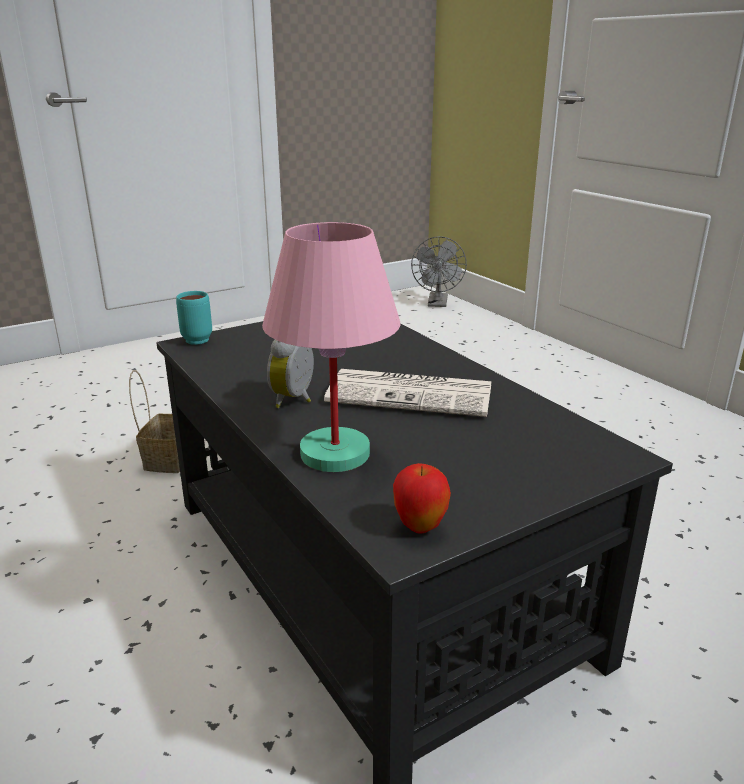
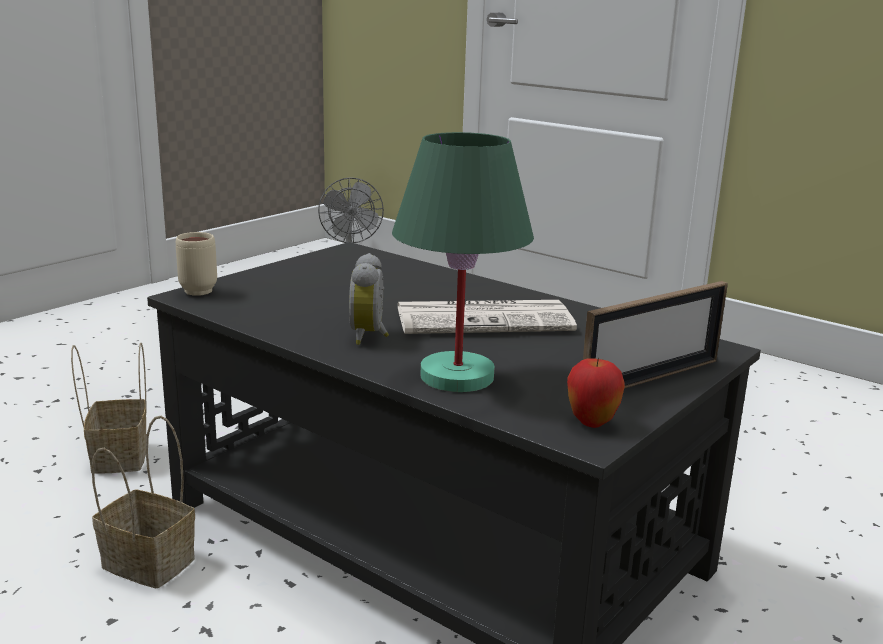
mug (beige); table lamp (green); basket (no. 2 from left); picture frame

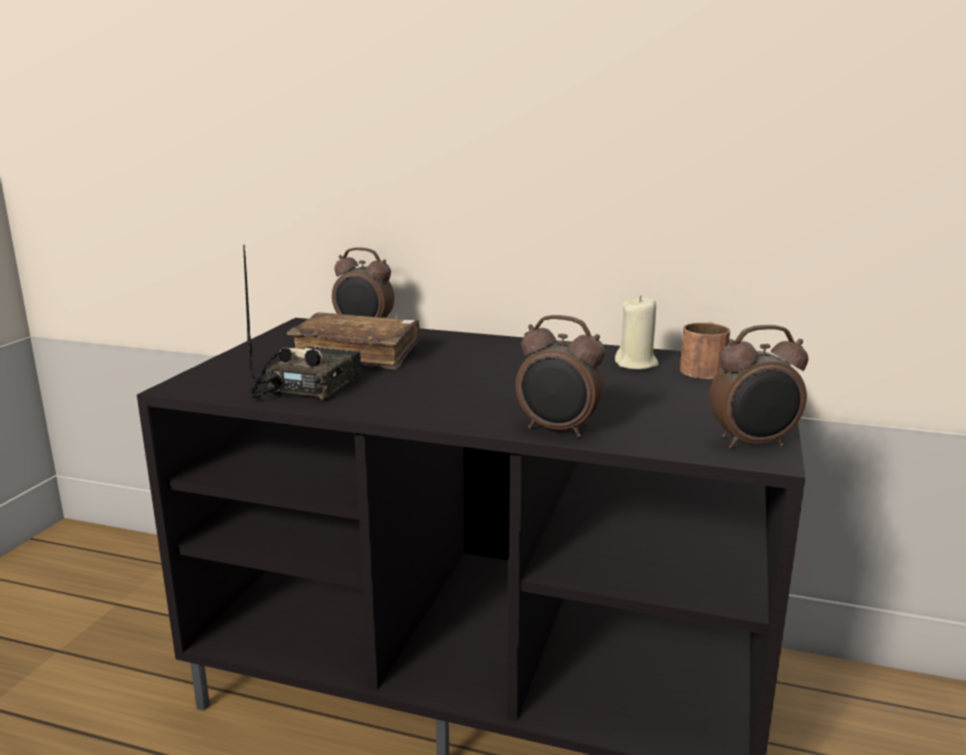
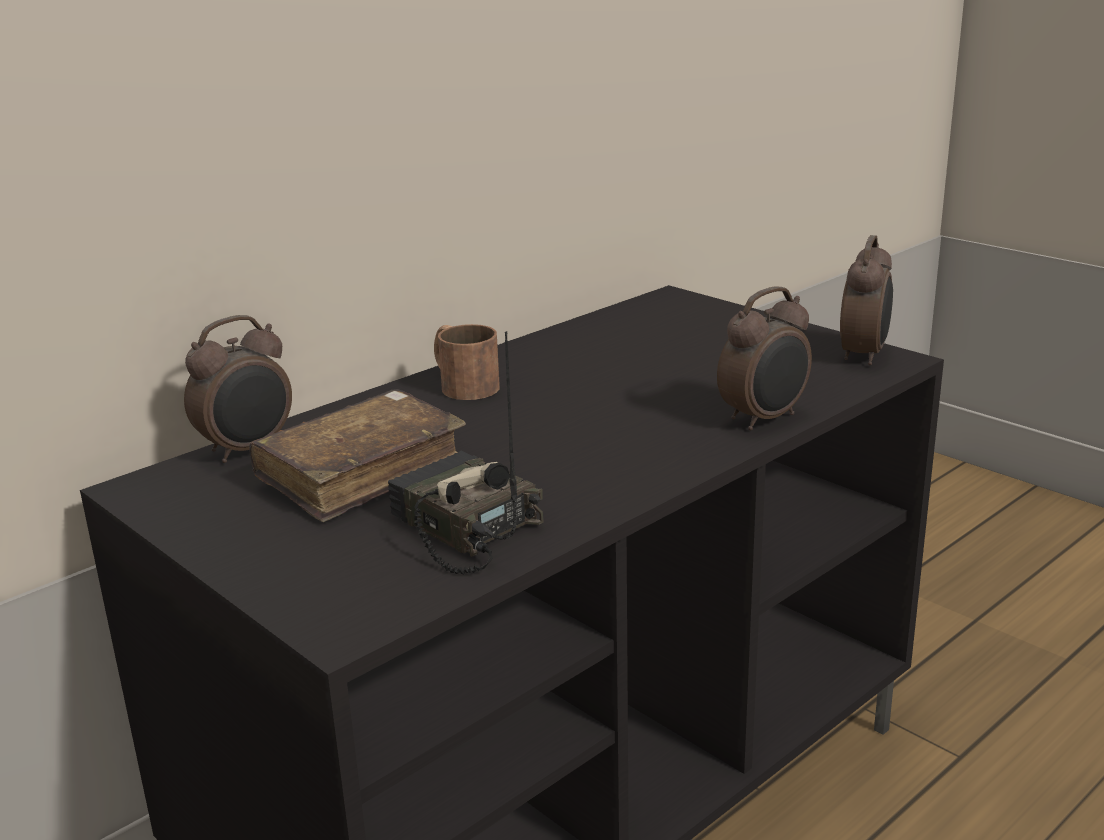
candle (beige); mug (brown)

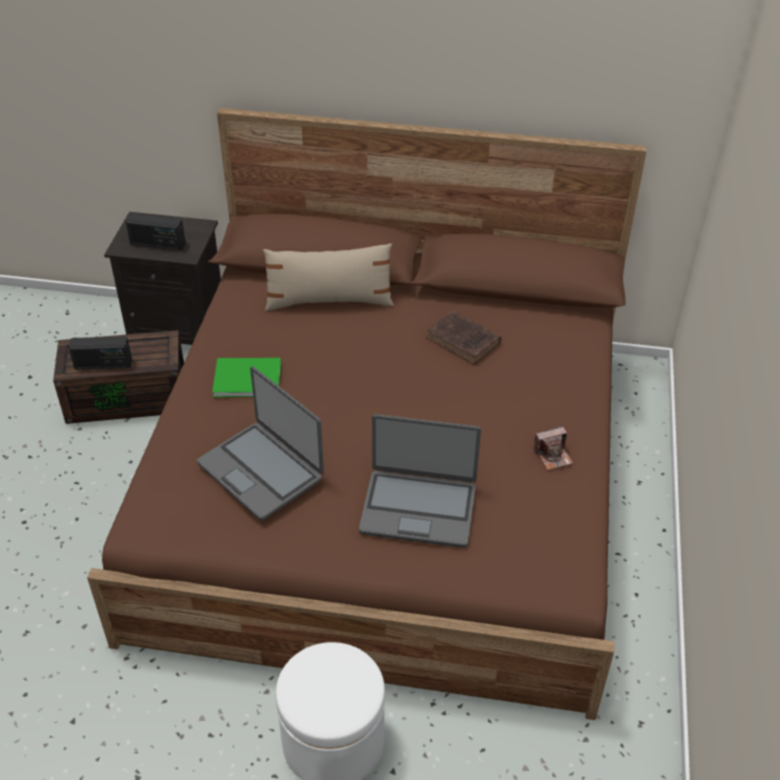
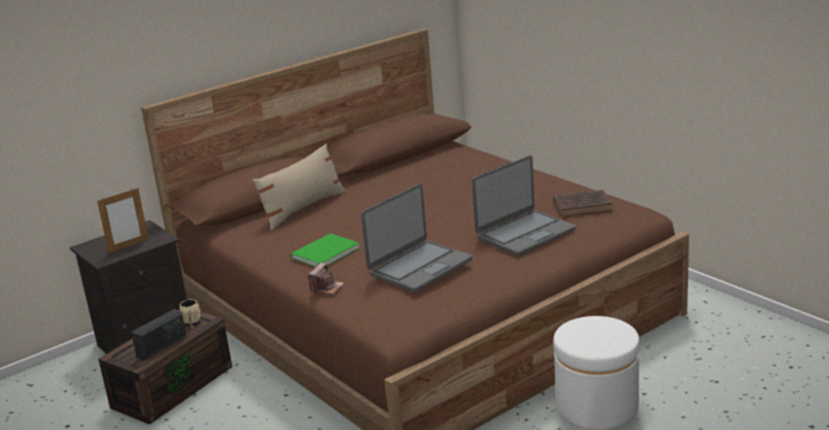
picture frame; laptop (no. 1 from left); book (brown); photo camera; mug (beige)

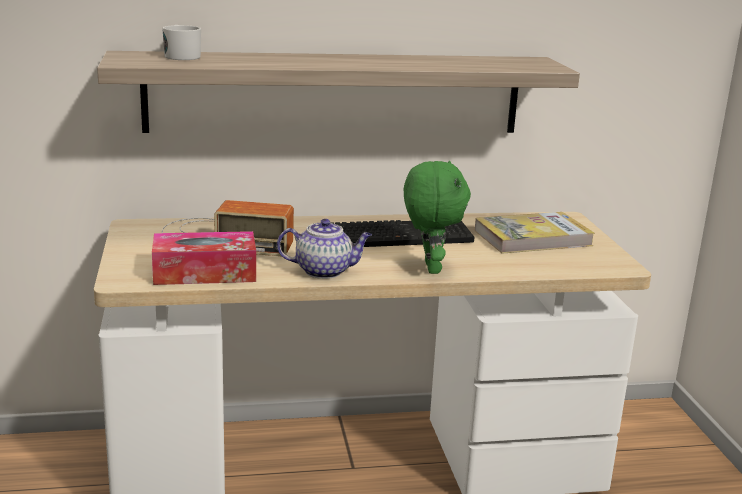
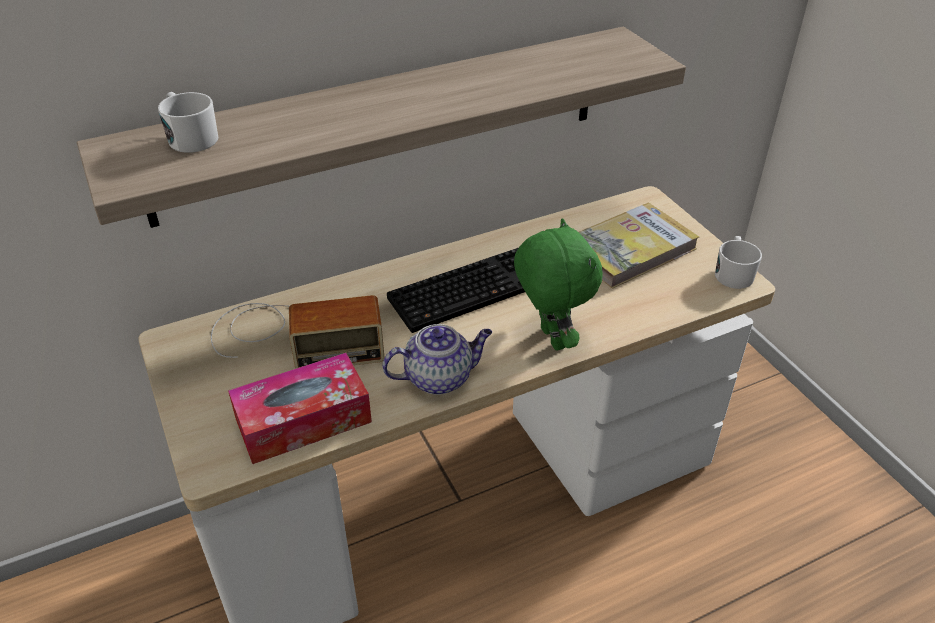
mug (white) (no. 2 from left)

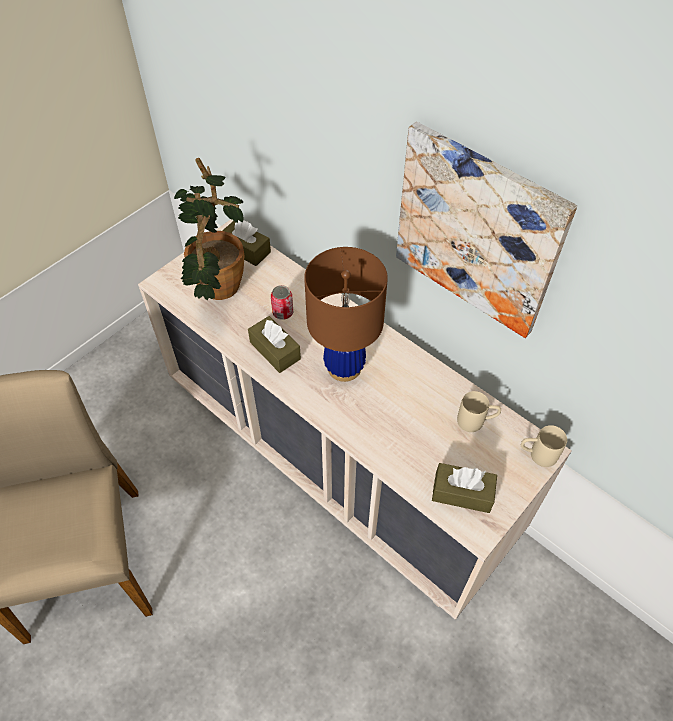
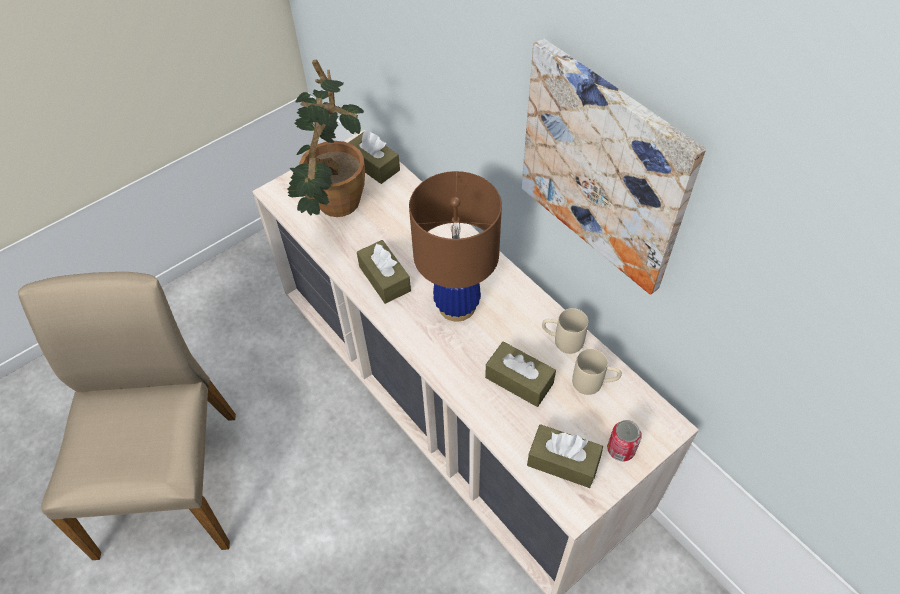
can; mug (beige) (no. 1 from left); tissue box (brown) (no. 3 from left)

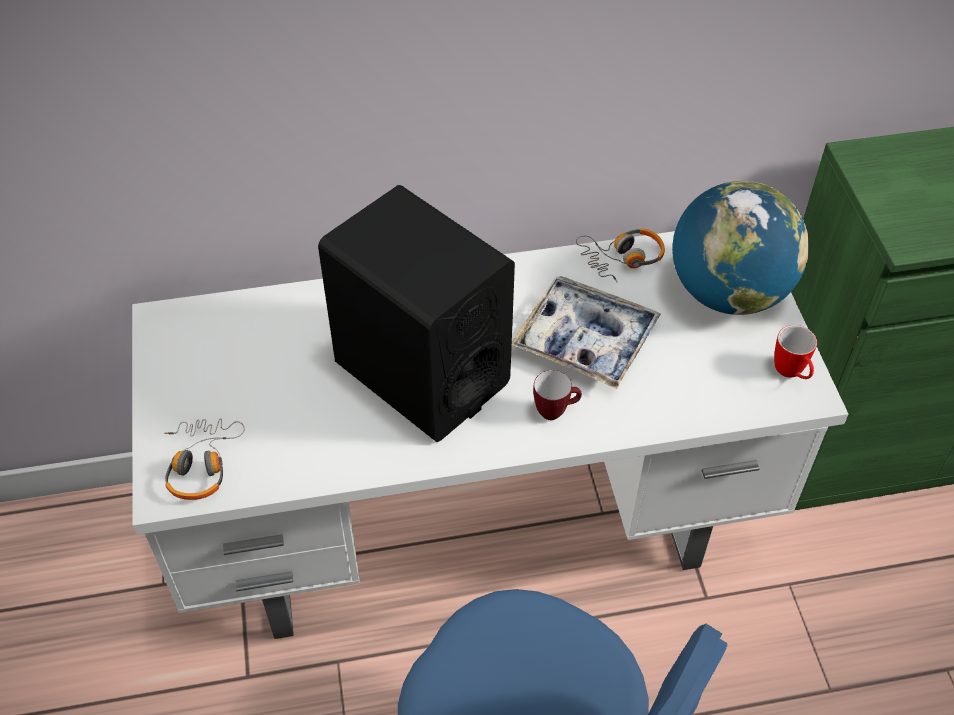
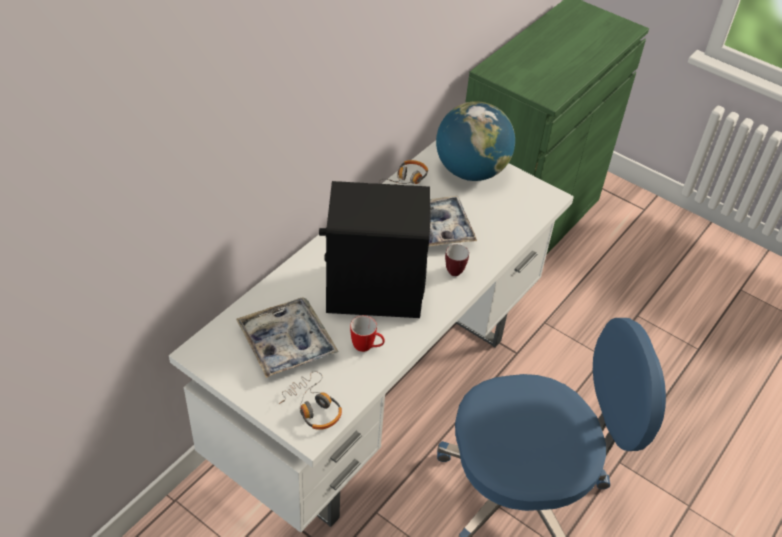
mug (no. 1 from left); tray (no. 1 from left)

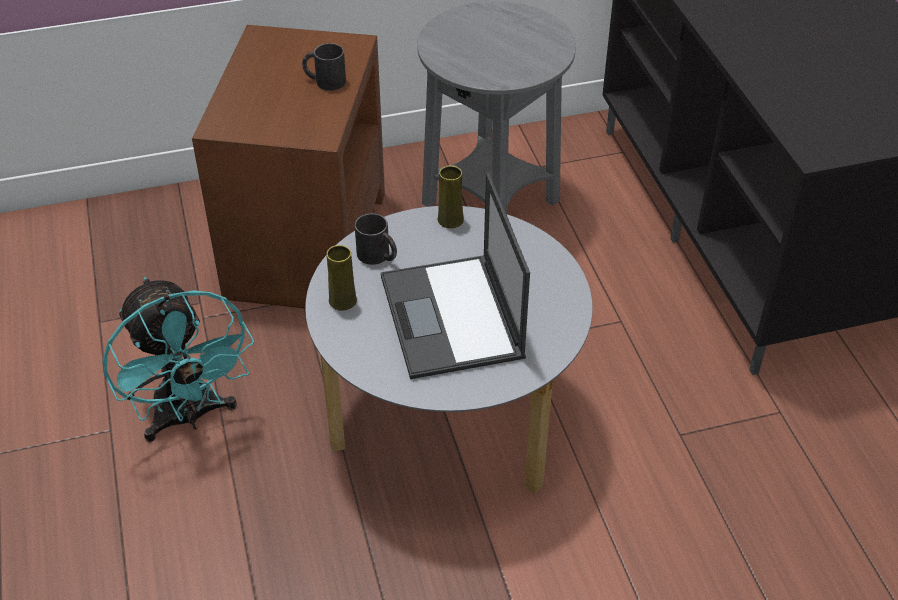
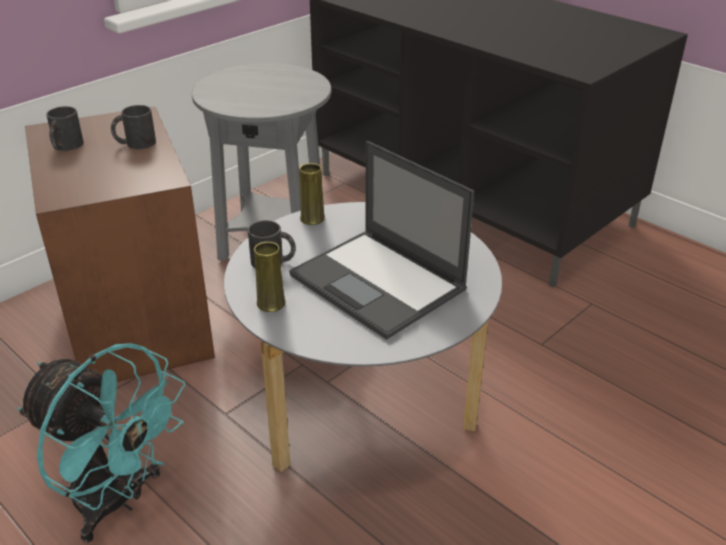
mug (black) (no. 1 from left)

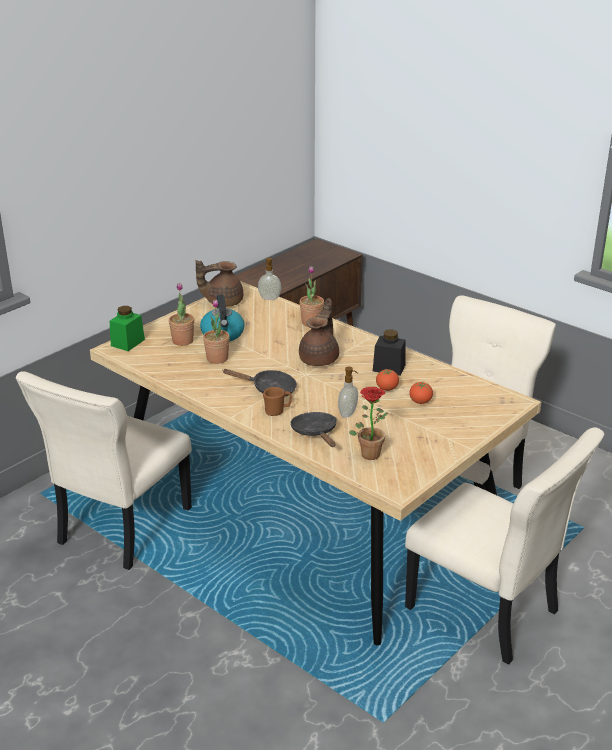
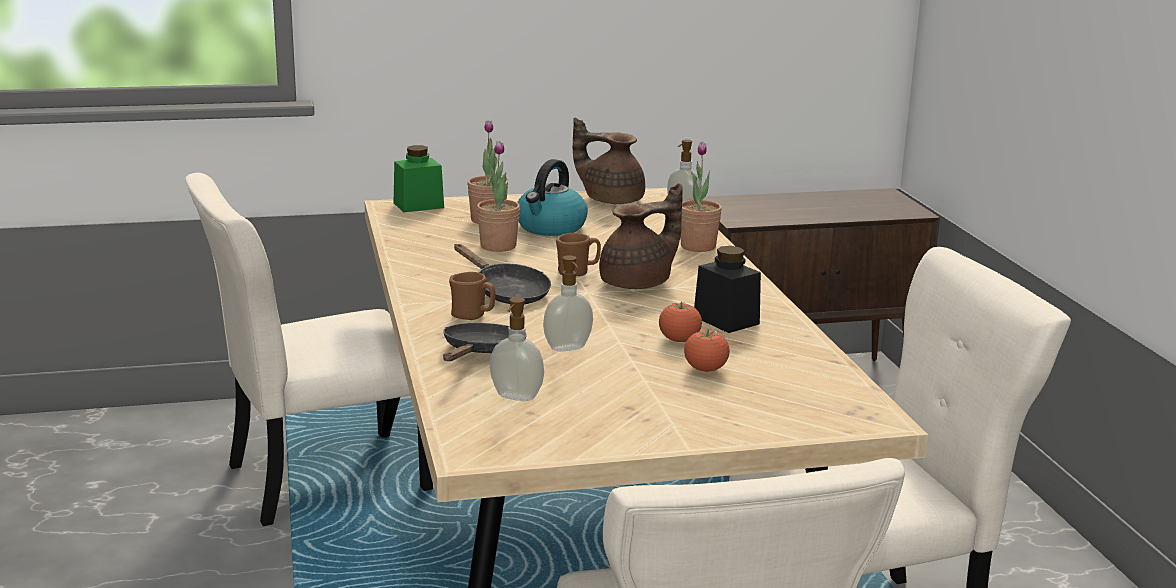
soap dispenser (no. 1 from left); mug (brown) (no. 2 from left)

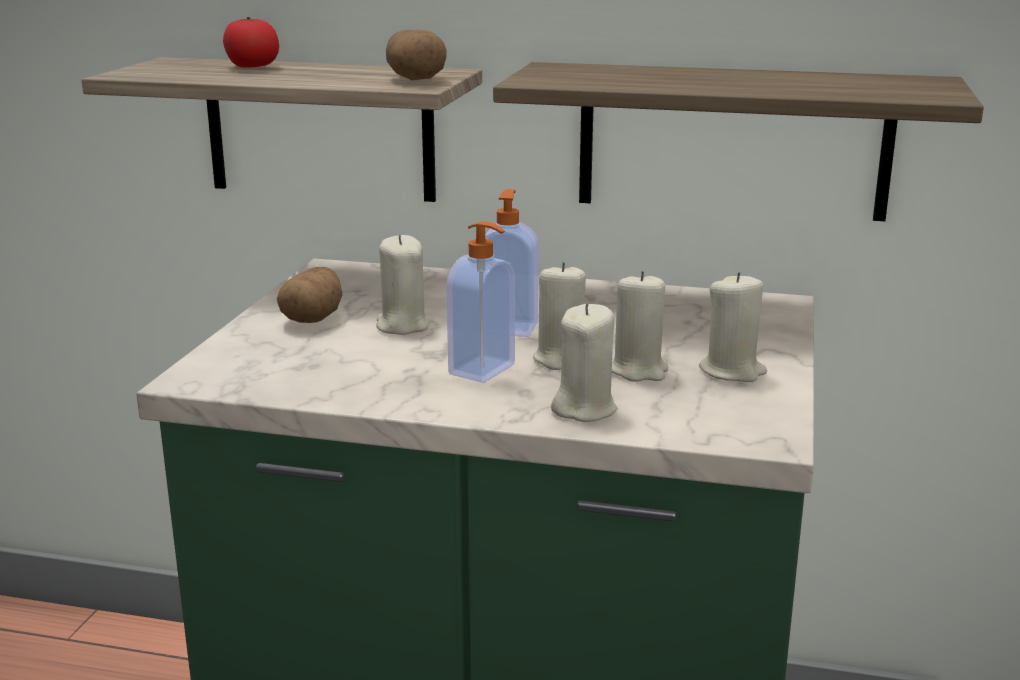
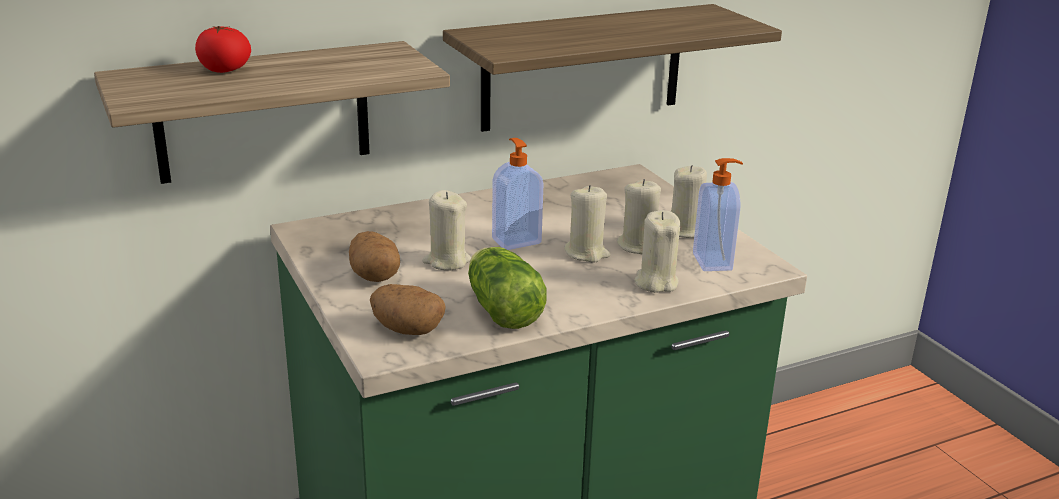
potato (no. 2 from left); soap dispenser (no. 2 from left); lettuce

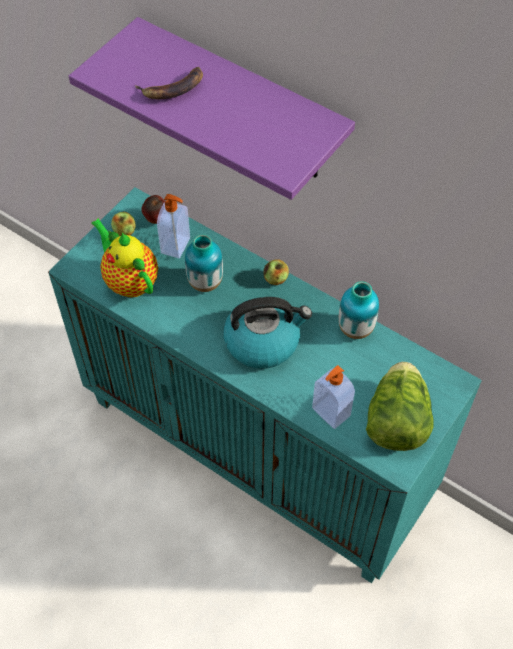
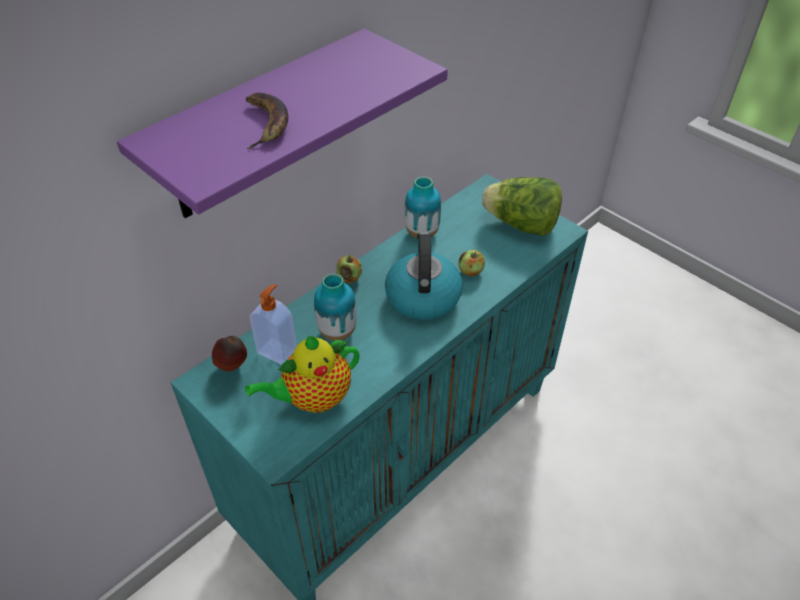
apple (no. 3 from left); soap dispenser (no. 2 from left in the first image)

